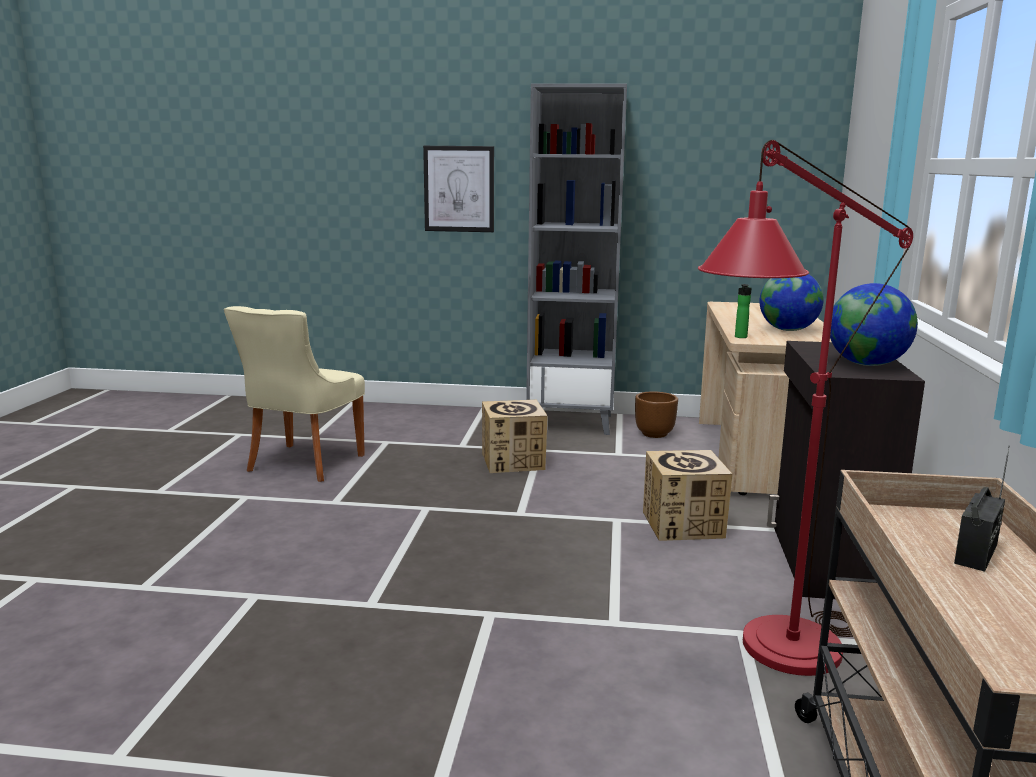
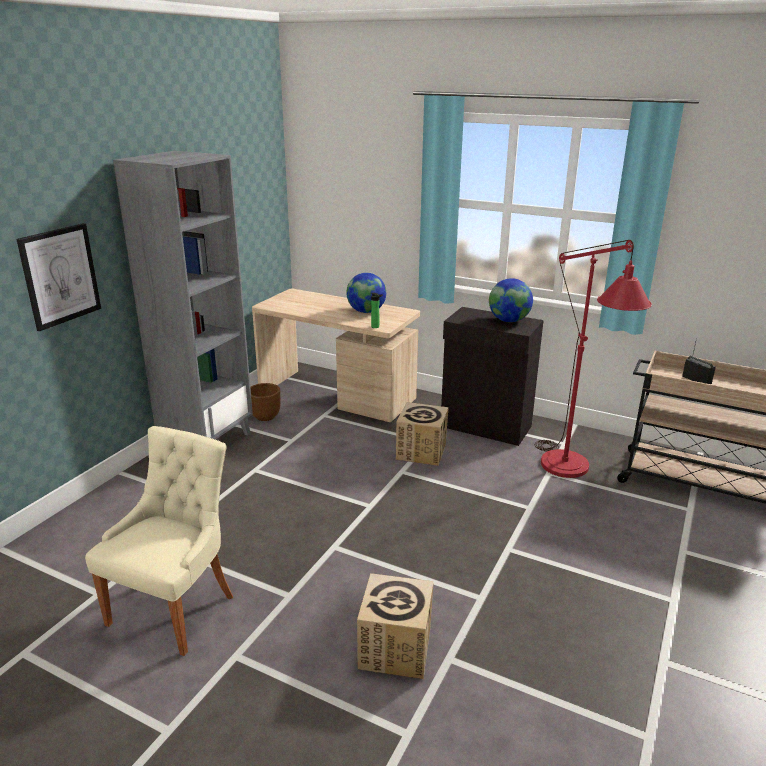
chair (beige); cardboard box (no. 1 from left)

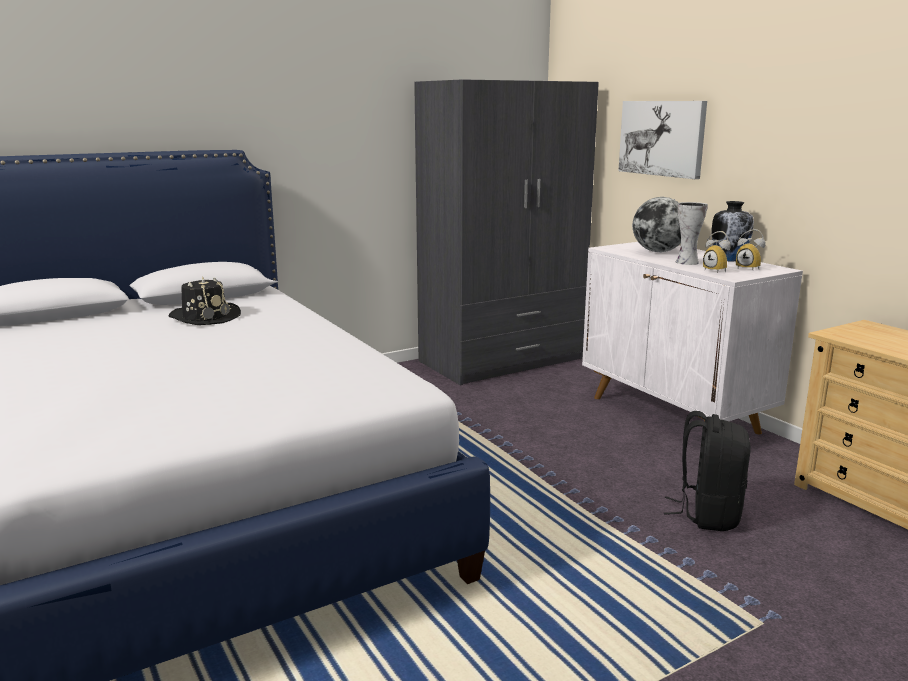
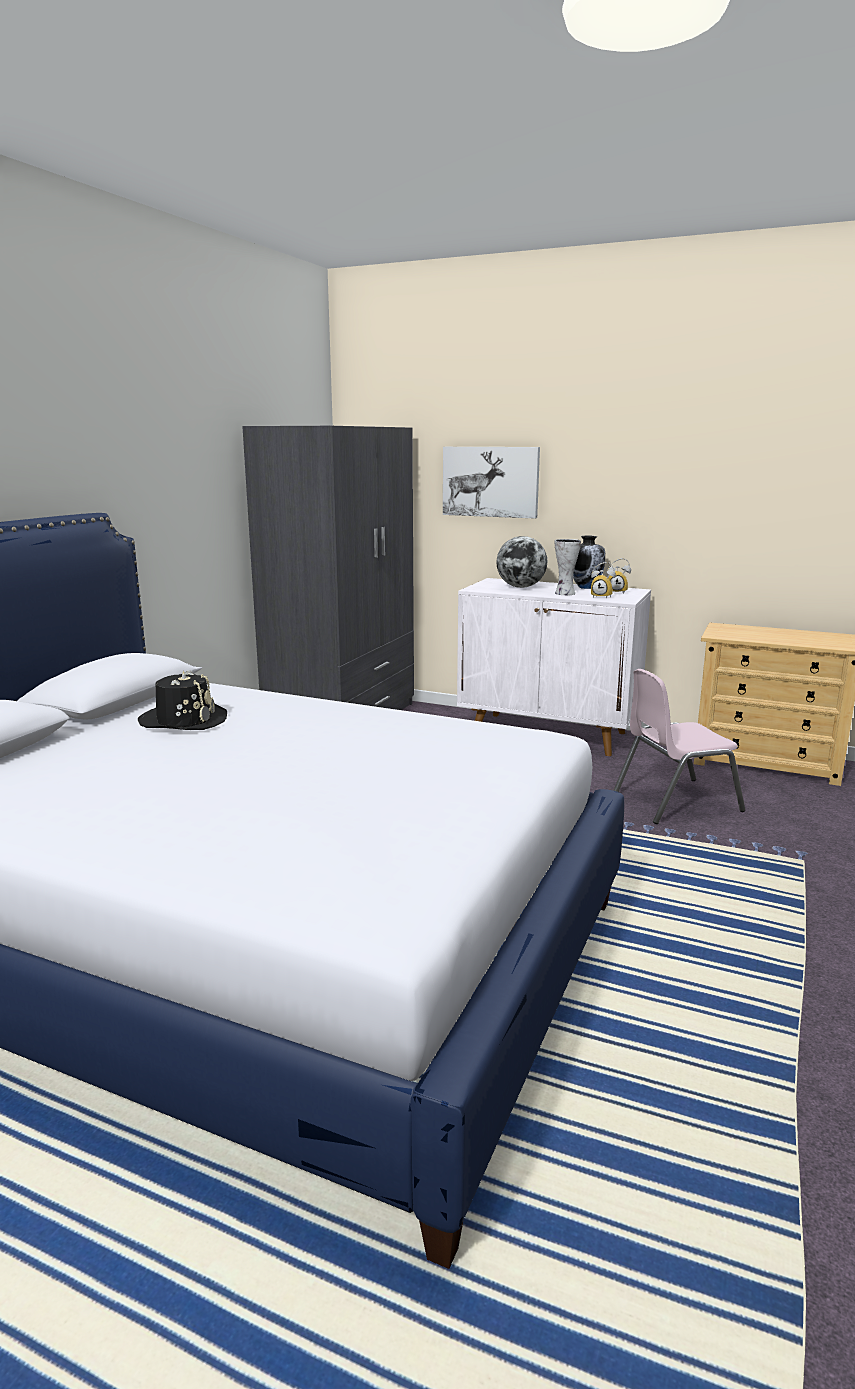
chair (pink)

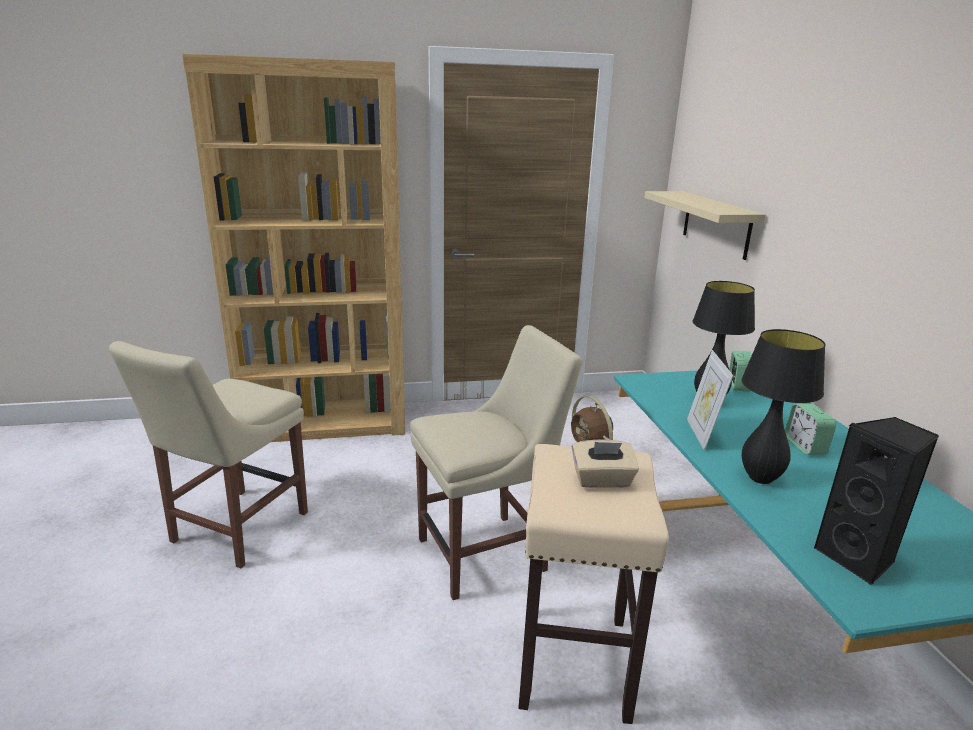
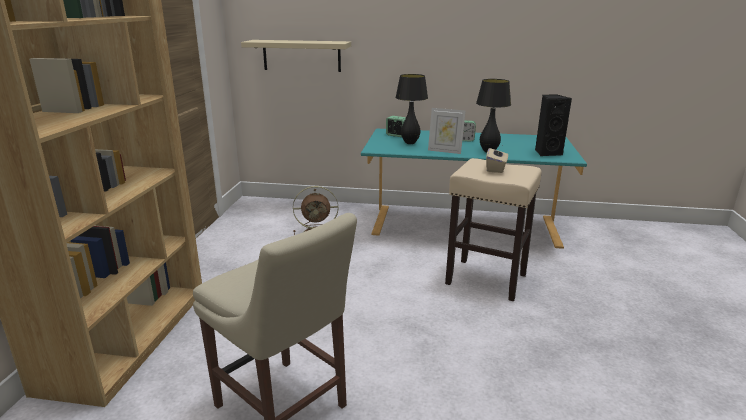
chair (beige) (no. 2 from left in the first image)

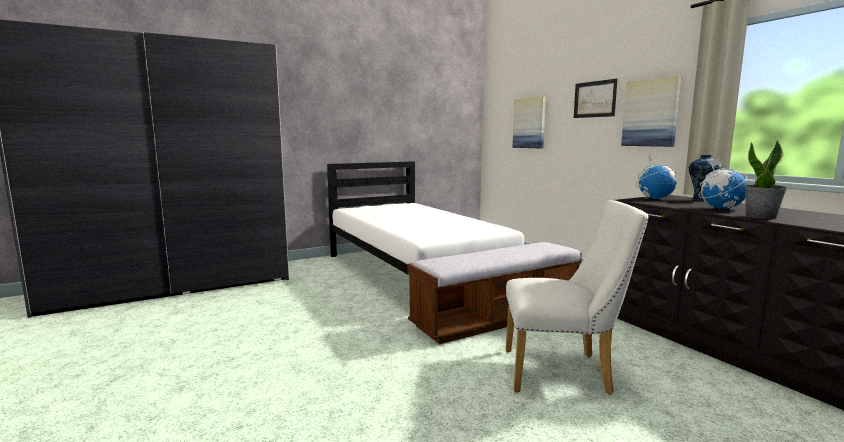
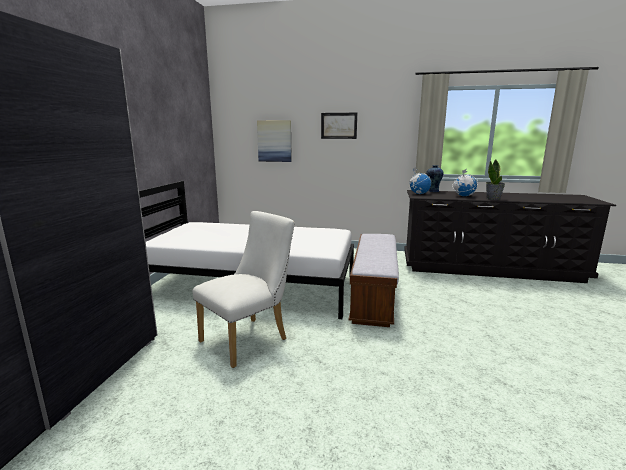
chair (white); picture (no. 3 from left in the first image)

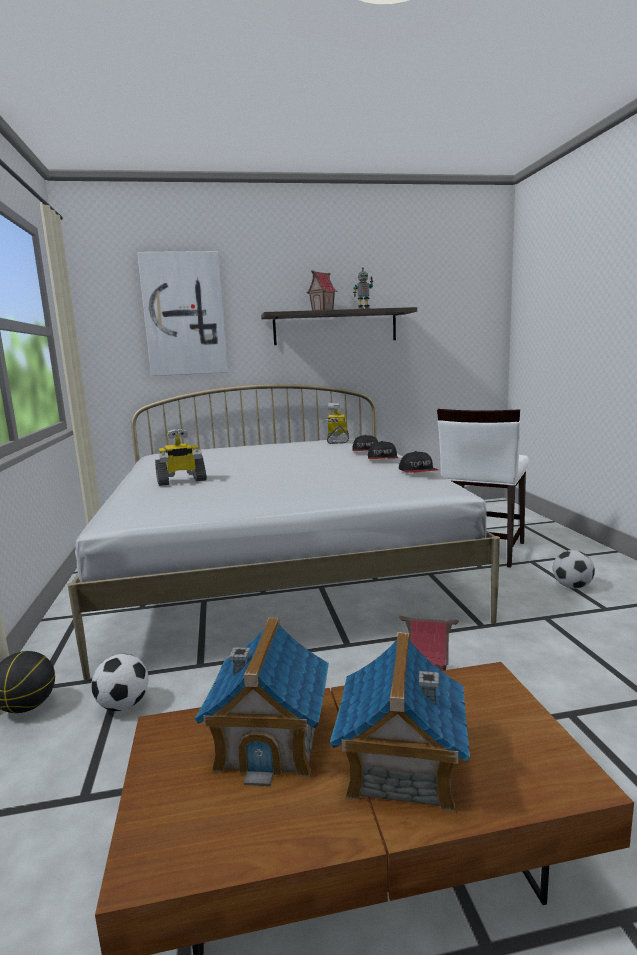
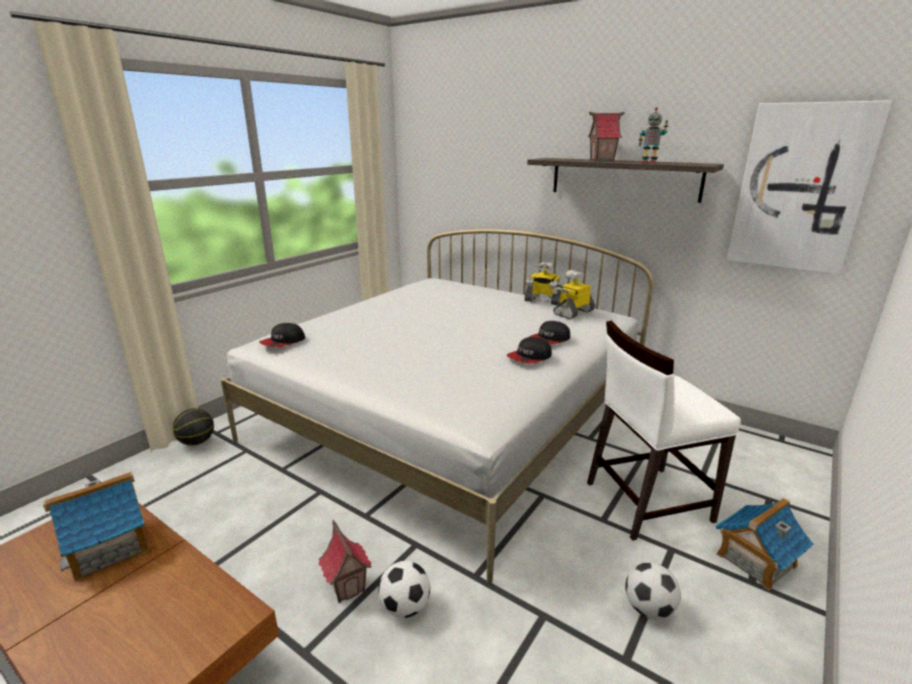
football (no. 1 from left); picture; toy robot (no. 1 from left); toy house (no. 4 from left); cap (no. 1 from left)

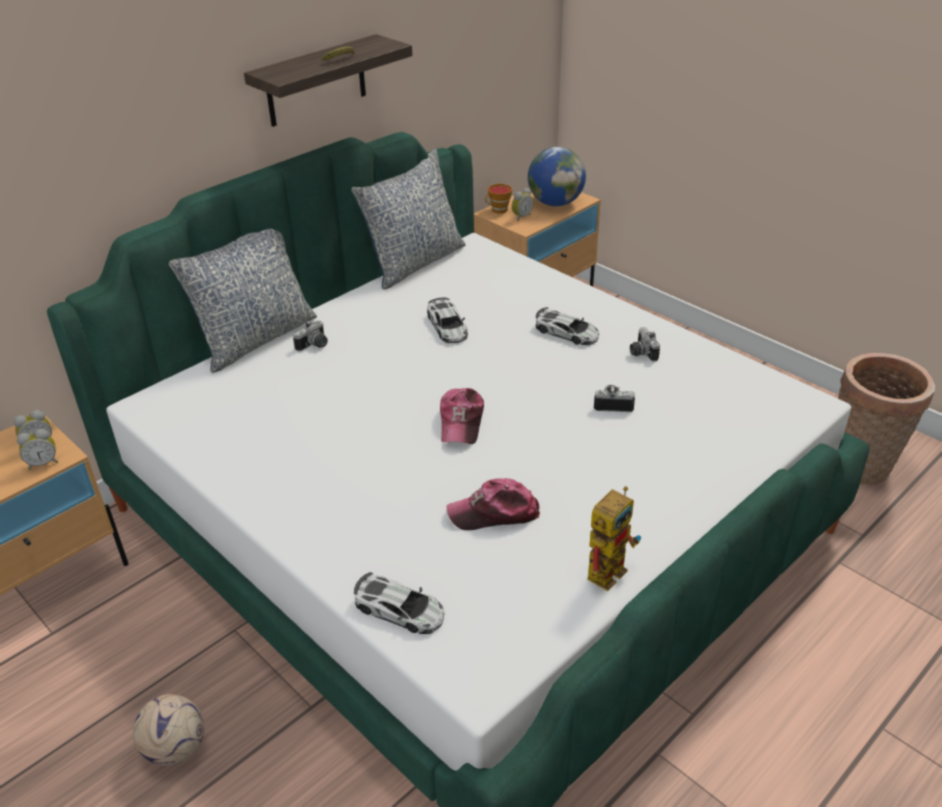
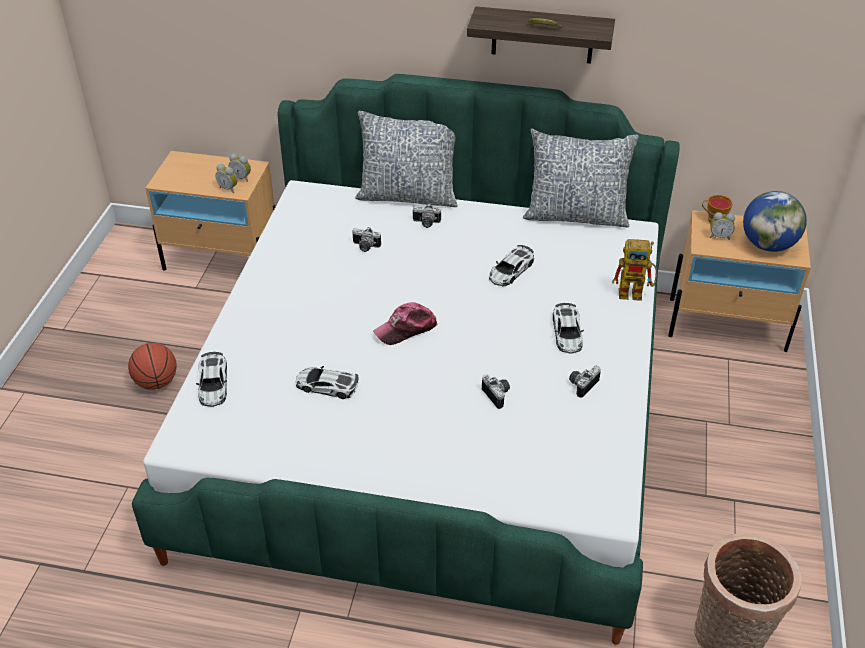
basketball; toy car (no. 2 from left); toy robot; photo camera (no. 1 from left)

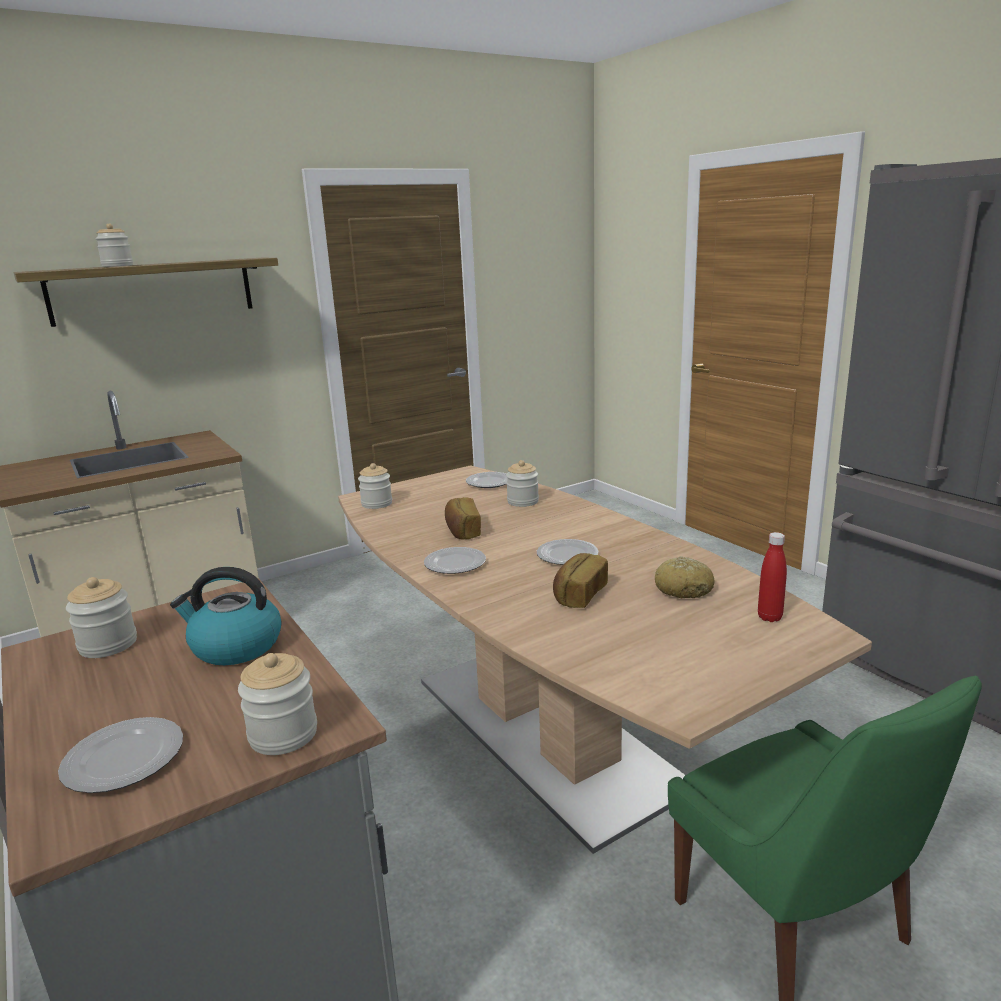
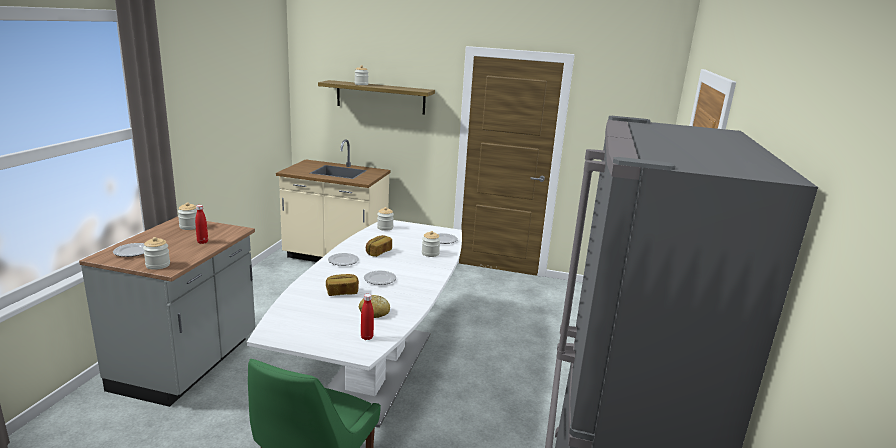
bottle (red) (no. 1 from left); dining table (white)

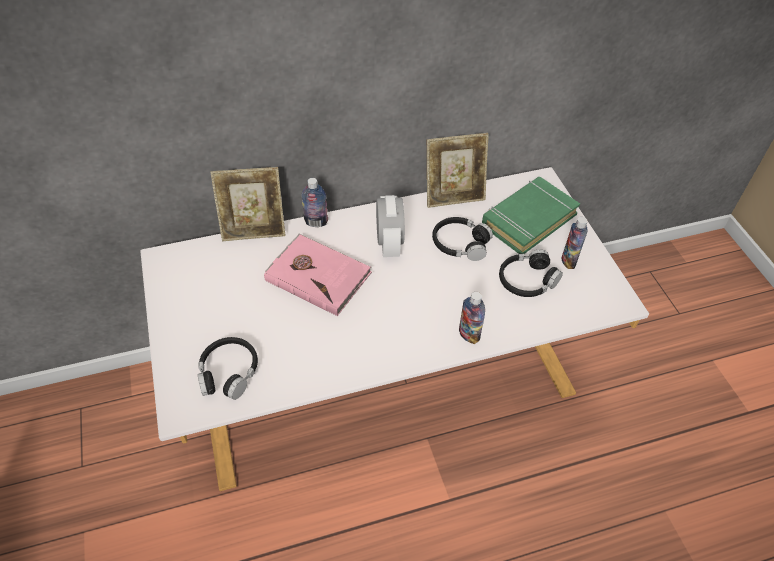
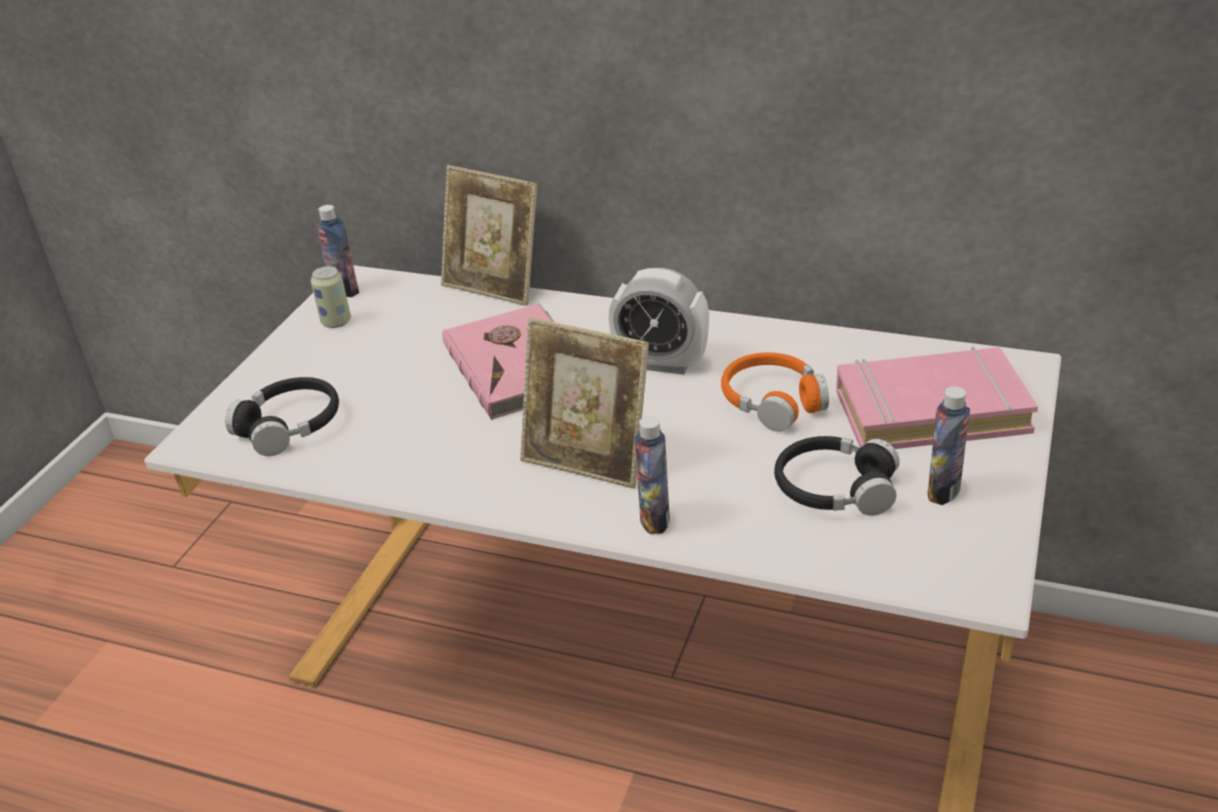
bottle (no. 1 from left); alarm clock; picture frame (no. 2 from left); headphones (orange); book (pink) (no. 2 from left); can

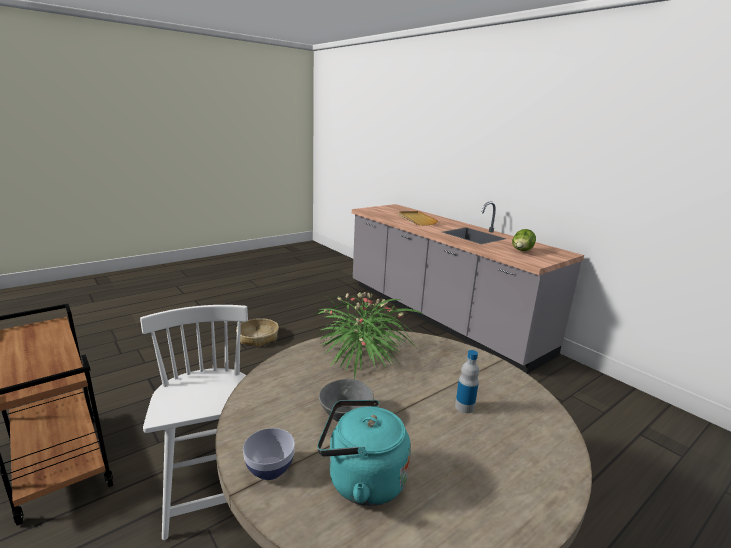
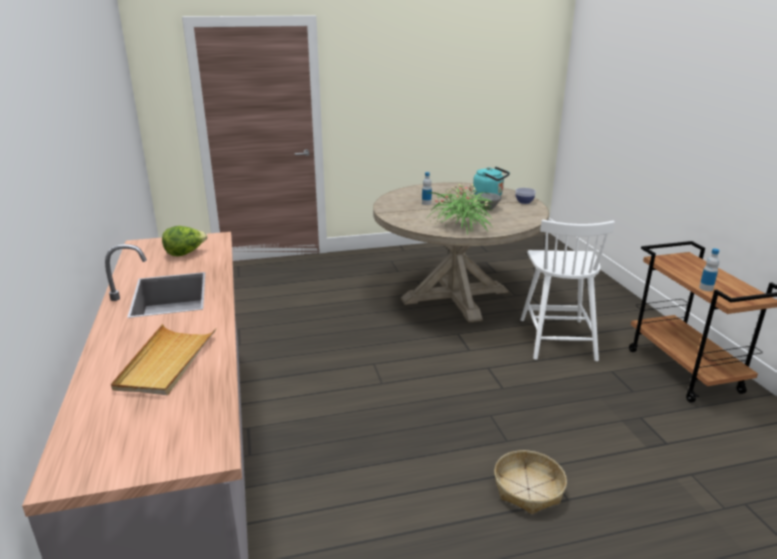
bottle (no. 2 from left)

